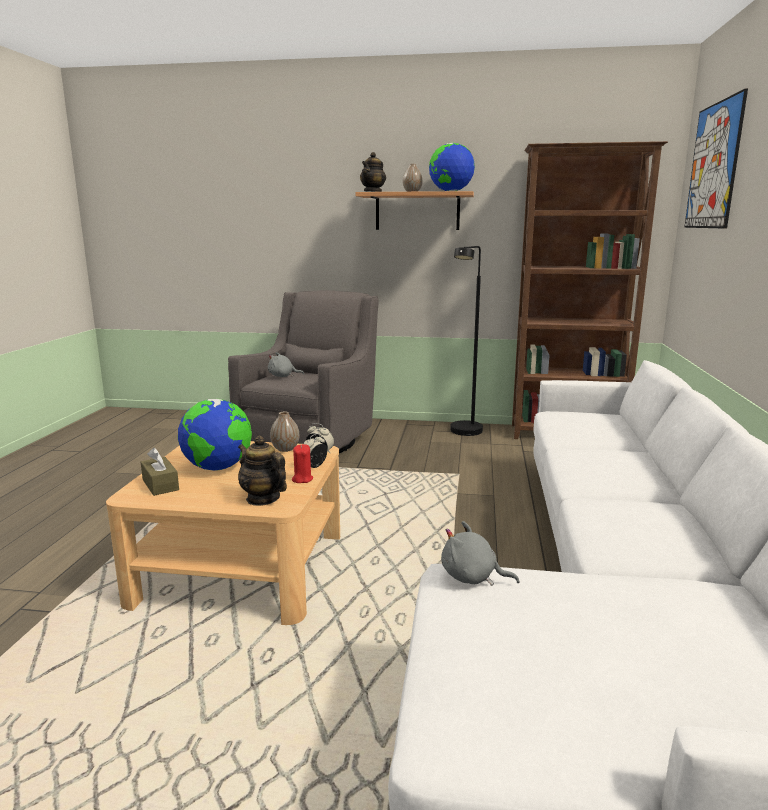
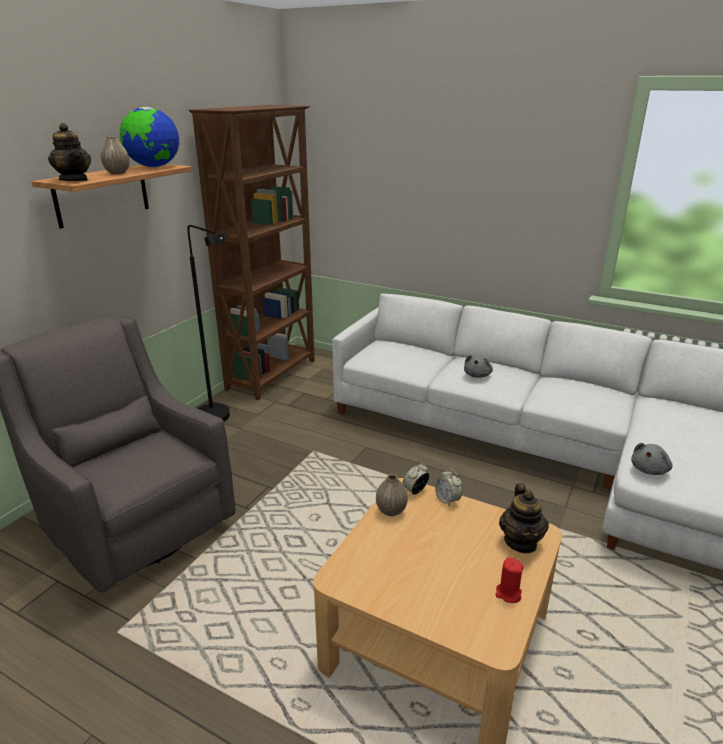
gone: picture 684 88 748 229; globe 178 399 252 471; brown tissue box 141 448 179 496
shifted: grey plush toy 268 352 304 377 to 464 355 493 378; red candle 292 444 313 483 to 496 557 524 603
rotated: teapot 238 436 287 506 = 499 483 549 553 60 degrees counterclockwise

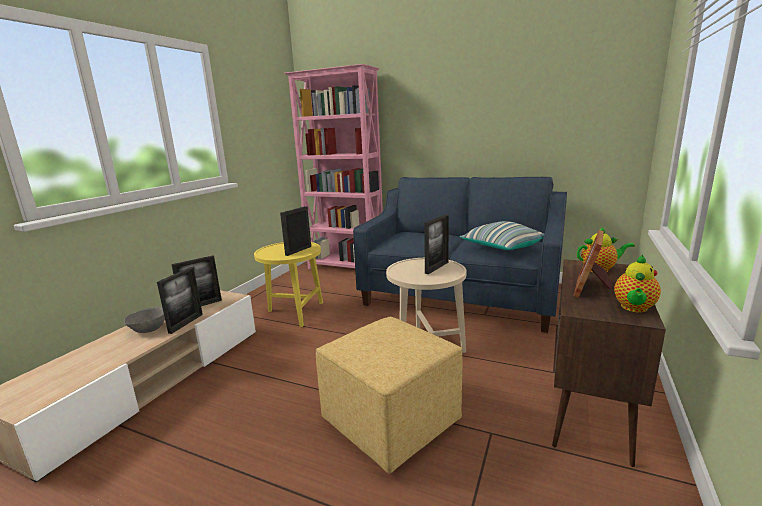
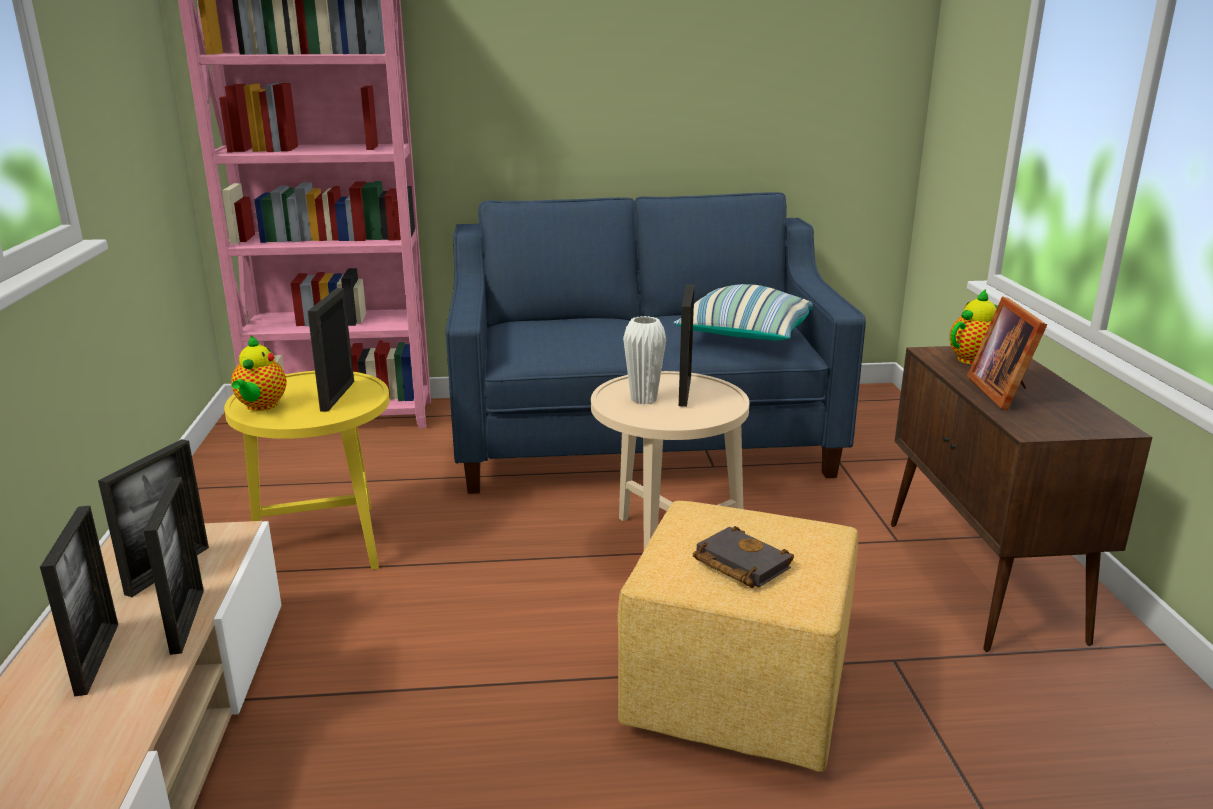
new: white vase 623 316 666 404; black book 693 526 794 588
shifted: teapot 614 255 661 313 to 231 336 286 411
swapped: grey bowl 124 307 165 333 to picture frame 40 506 118 697

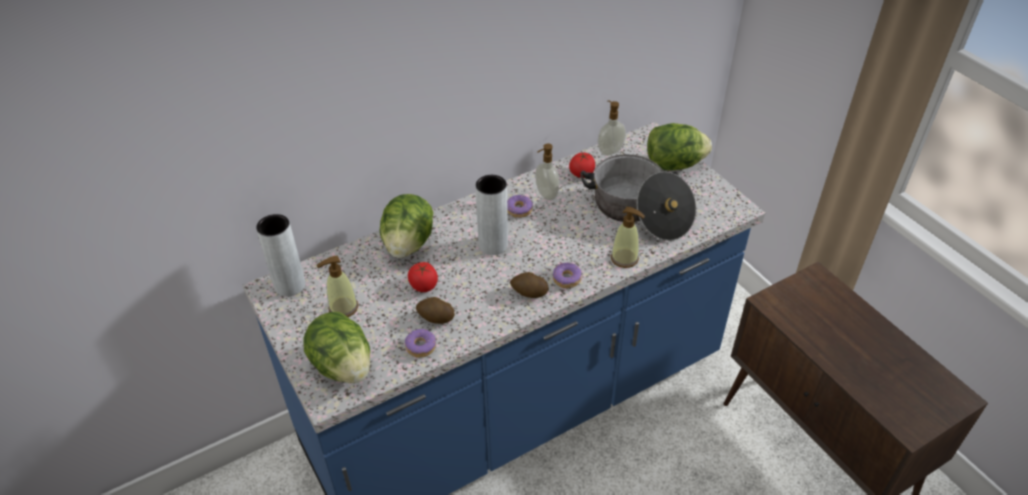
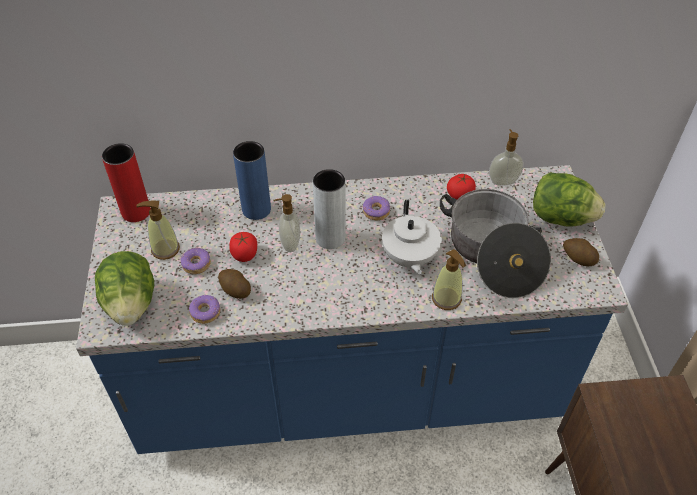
new: white teapot 382 200 442 275
shifted: soap dispenser 535 144 559 201 to 273 194 300 252; donut 553 263 582 288 to 181 247 211 274; potato 510 272 549 298 to 563 238 599 266
swapped: lettuce 379 194 433 258 to blue vase 233 141 271 220
repainted: grey vase 256 214 306 297 to red vase 102 143 151 222

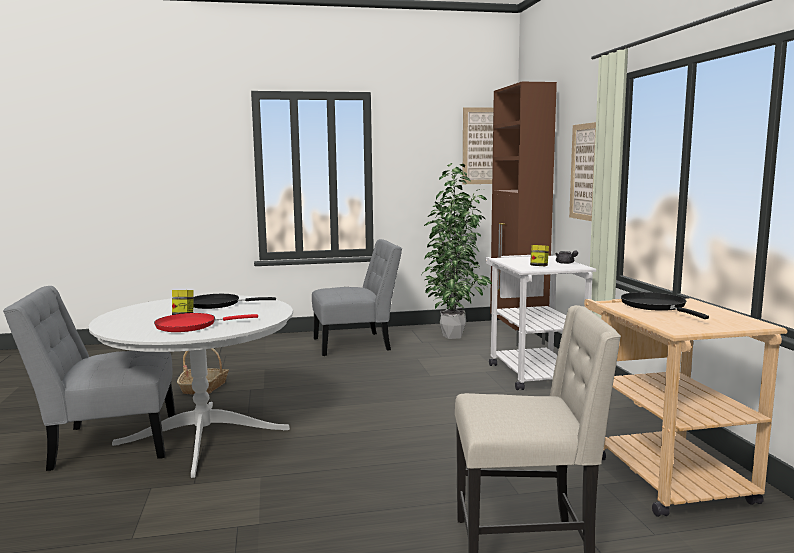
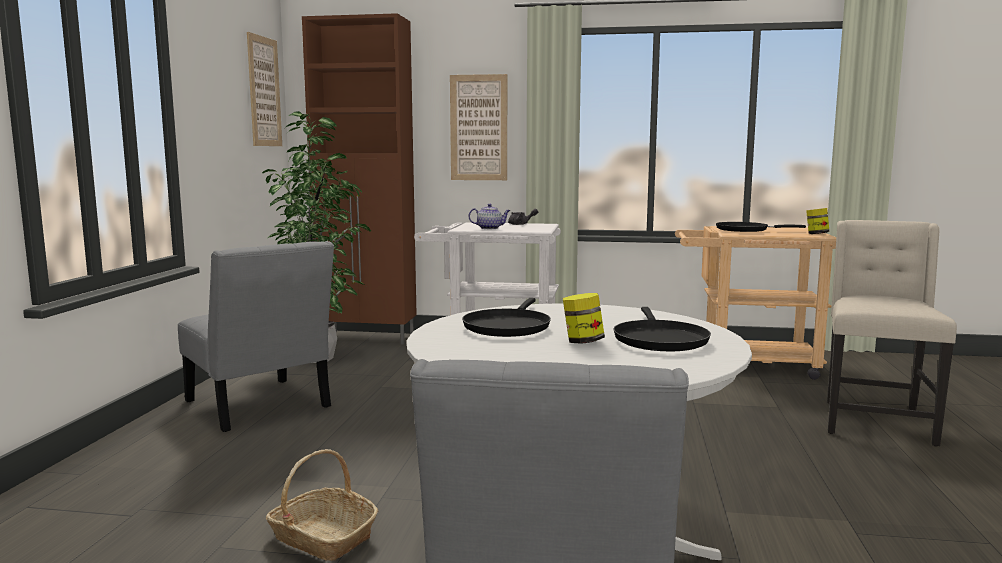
new: teapot 469 204 511 229
shifted: jar 530 245 549 266 to 806 208 829 234
repainted: red frying pan 154 313 258 332 to black frying pan 614 307 711 351
rotated: grey chair 312 239 402 356 = 178 241 334 432 135 degrees clockwise

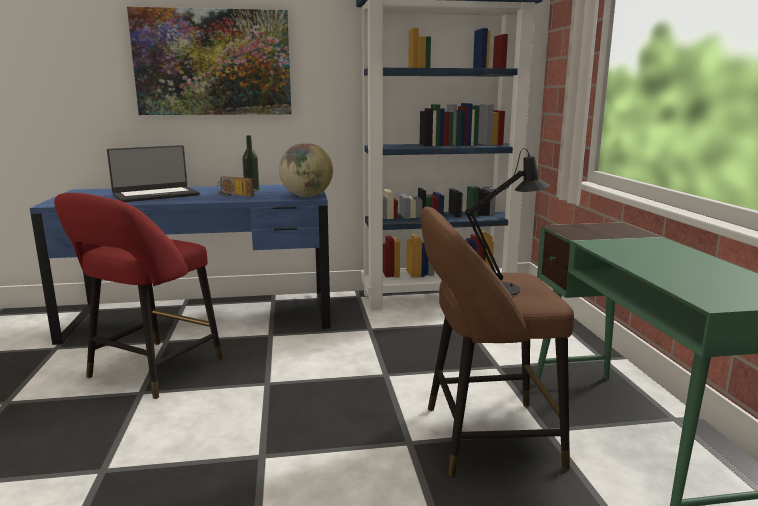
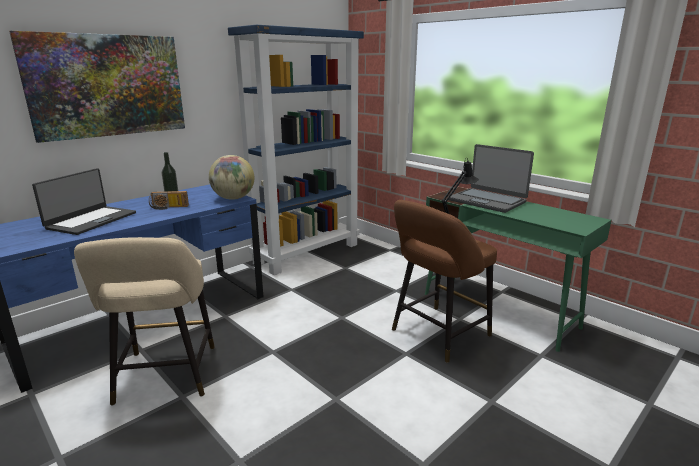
new: laptop 448 144 534 213
repainted: red stool 54 193 223 399 to beige stool 74 237 215 406

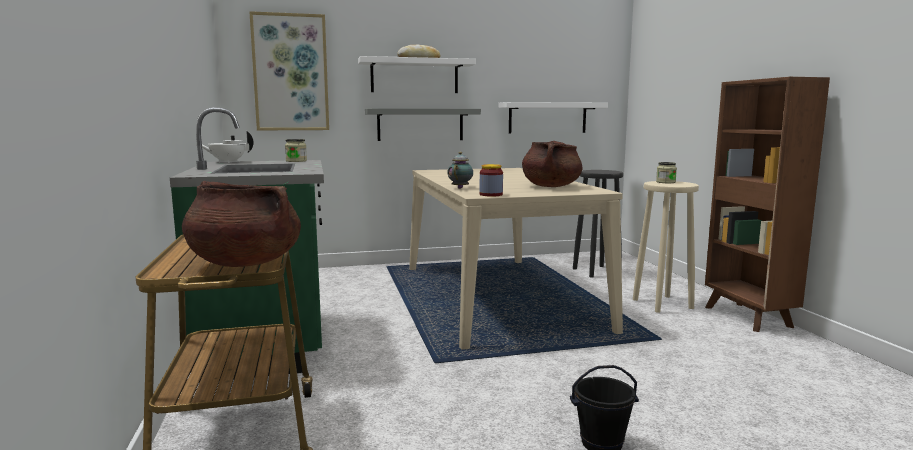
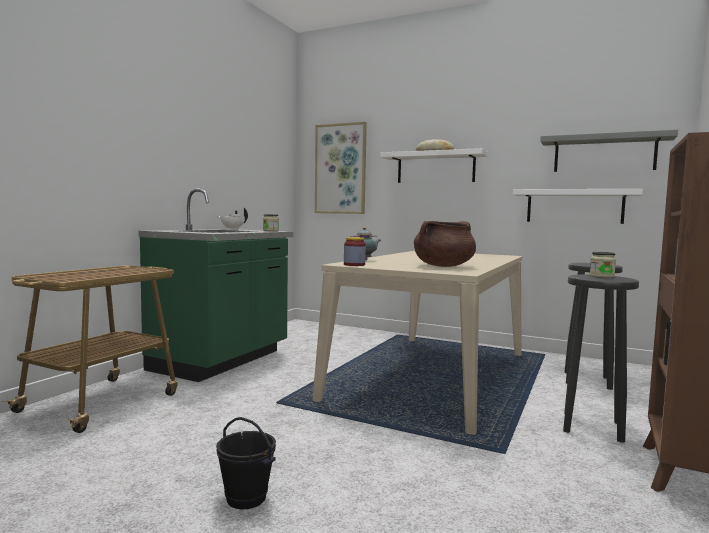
gone: brown cooking pot 182 181 301 267
shifted: grey shelf 365 108 481 141 to 540 129 678 172
repainted: beige stool 633 181 699 313 to black stool 563 274 639 443

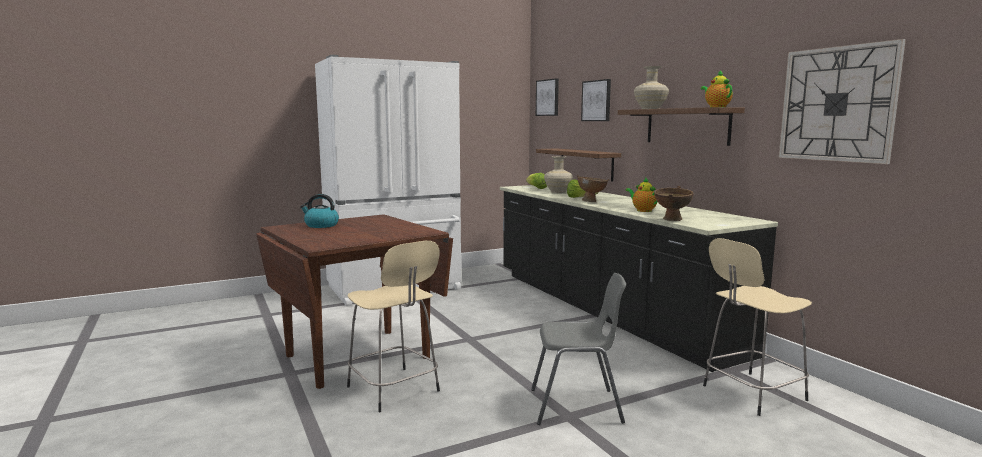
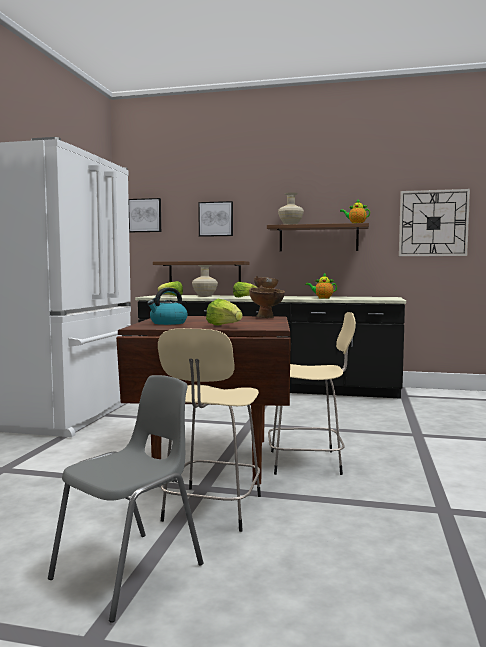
new: lettuce 206 299 243 326
shifted: brown bowl 654 186 693 221 to 249 286 285 318; beige stool 703 238 812 416 to 158 328 261 532; grey chair 531 273 626 425 to 48 375 203 623

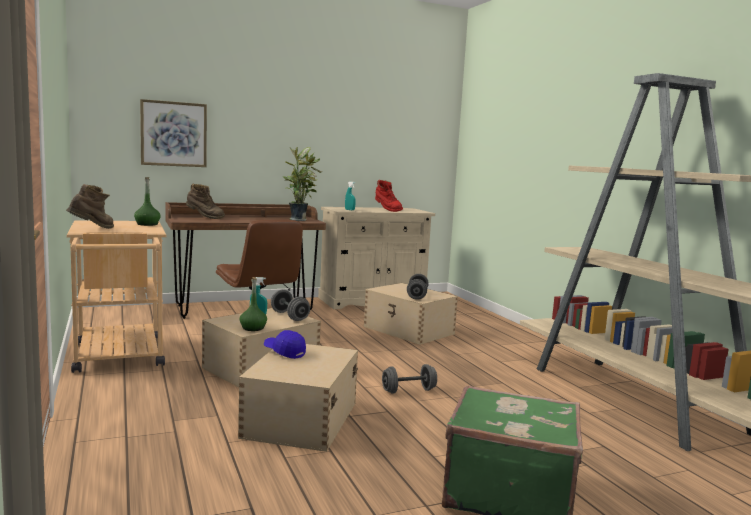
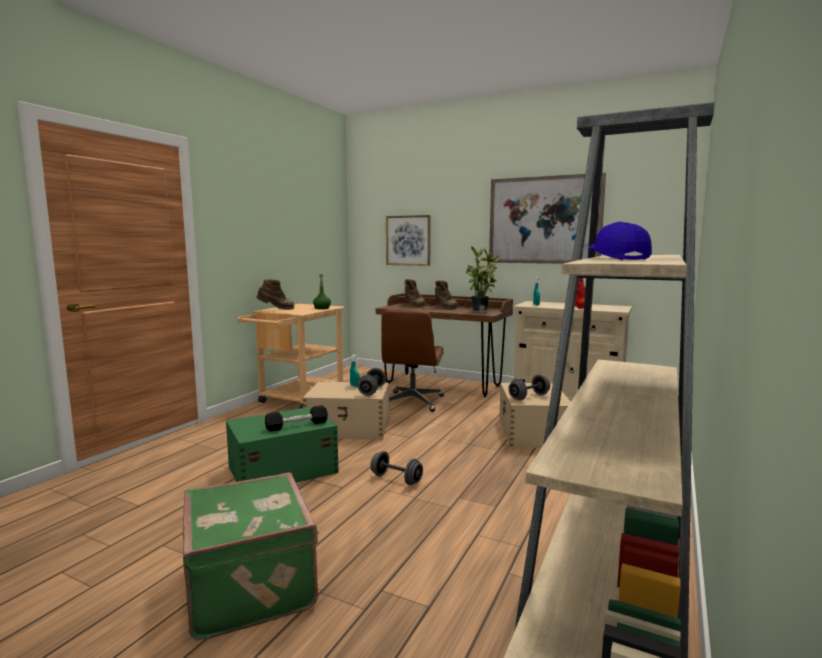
gone: green bottle 240 277 267 331
new: picture 489 173 606 264; brown boot 435 280 459 310; black dumbbell 265 405 328 432
shifted: blue cap 264 330 306 359 to 587 222 652 260
repainted: beige storage box 238 344 358 452 to green storage box 226 406 339 483

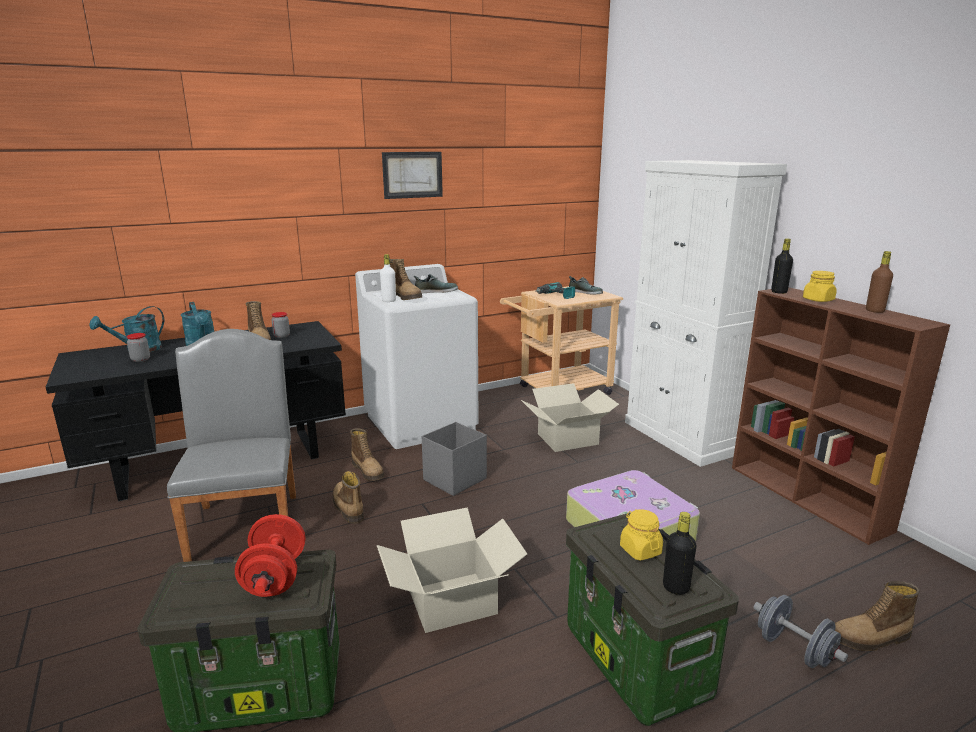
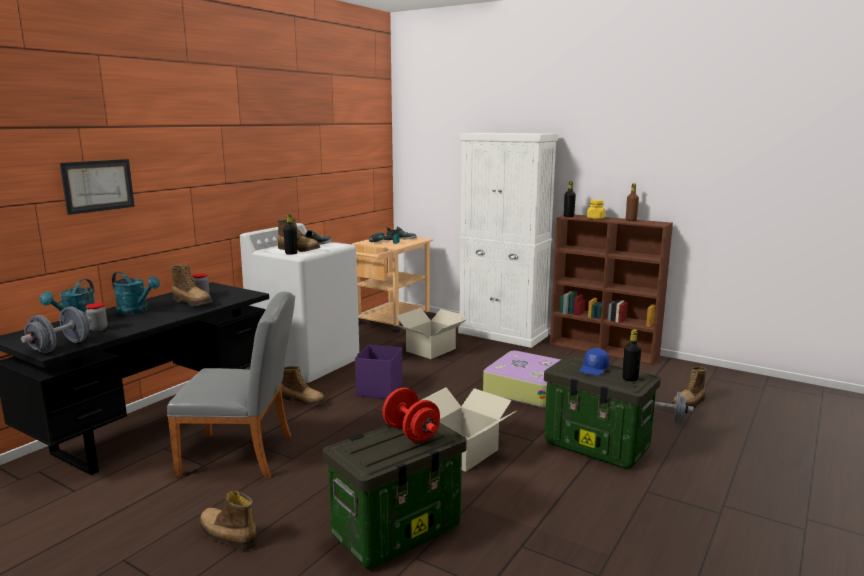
new: grey dumbbell 21 306 92 353
shifted: picture 382 152 443 199 to 60 159 135 215; boot 333 471 364 524 to 199 491 258 551
swapped: yellow jar 620 509 663 561 to blue cap 580 348 609 376
repainted: white bottle 380 254 396 302 to black bottle 283 214 298 255; grey storage box 422 422 487 496 to purple storage box 355 345 403 399
rotated: grey chair 167 329 296 562 = 167 292 295 479 135 degrees clockwise

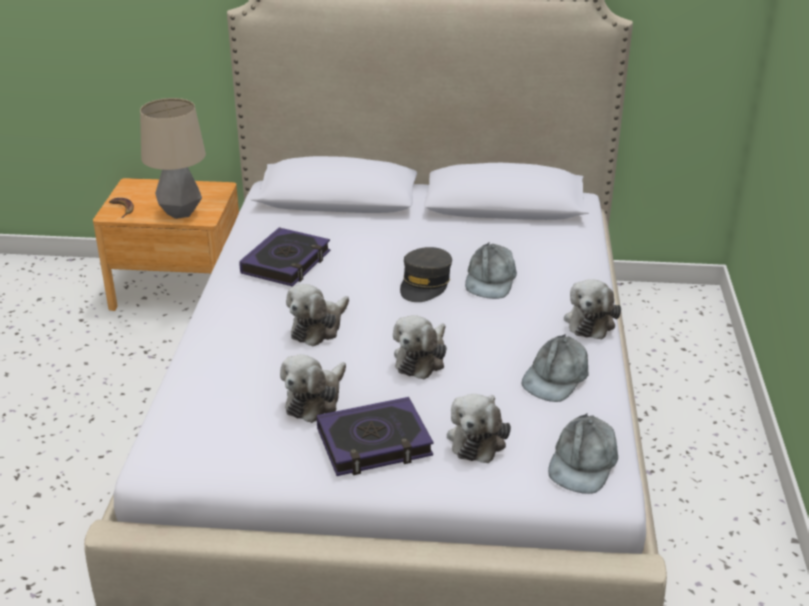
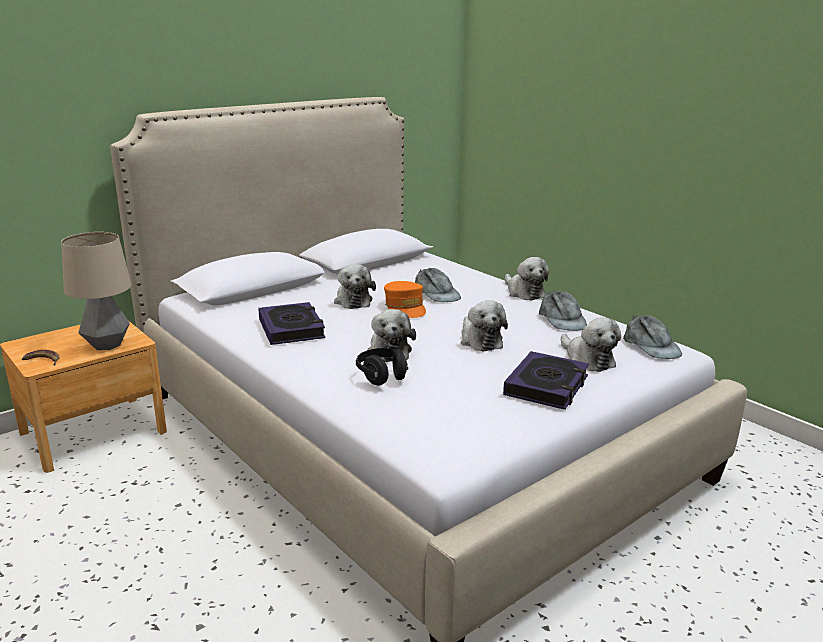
new: black headphones 356 348 408 385
shifted: plush toy 280 354 346 423 to 334 264 376 309
repainted: grey cap 400 247 452 302 to orange cap 384 281 426 318

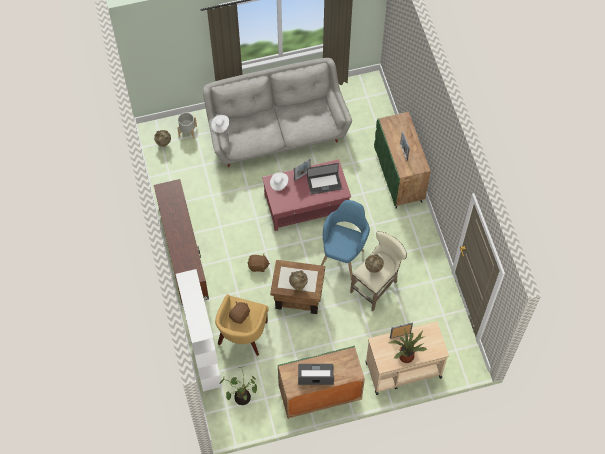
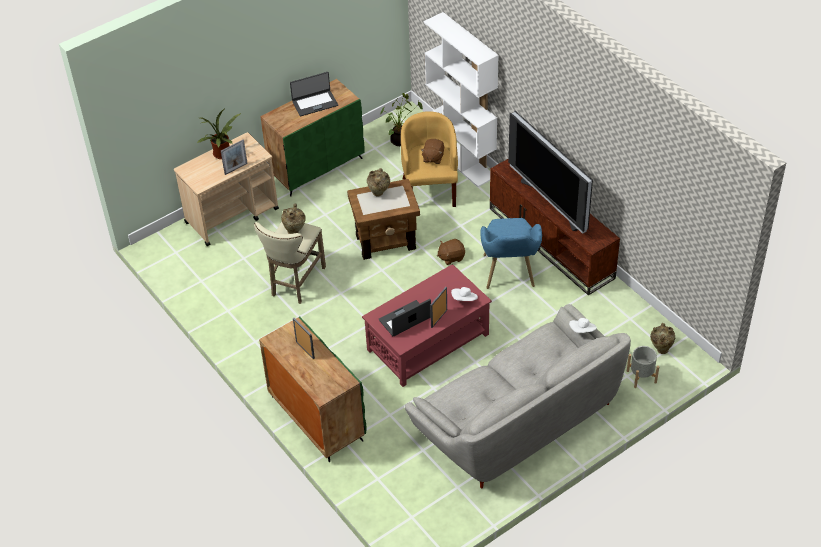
new: television 508 111 593 234
shifted: blue armchair 321 200 370 280 to 480 218 542 289

